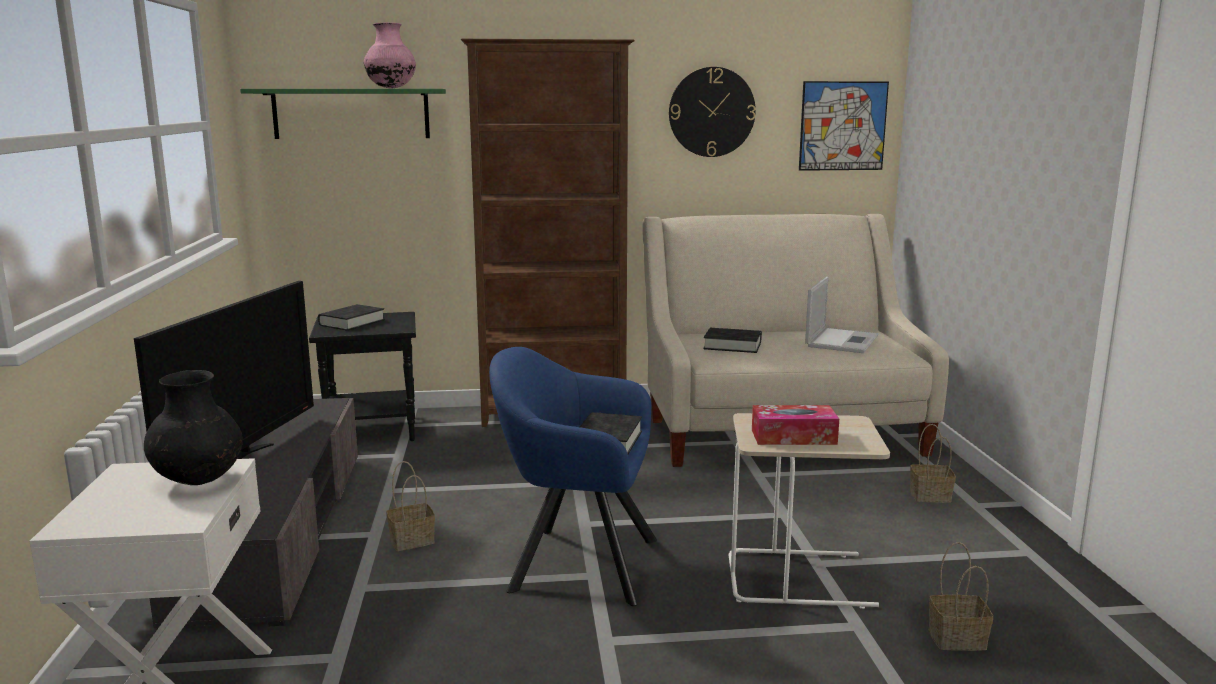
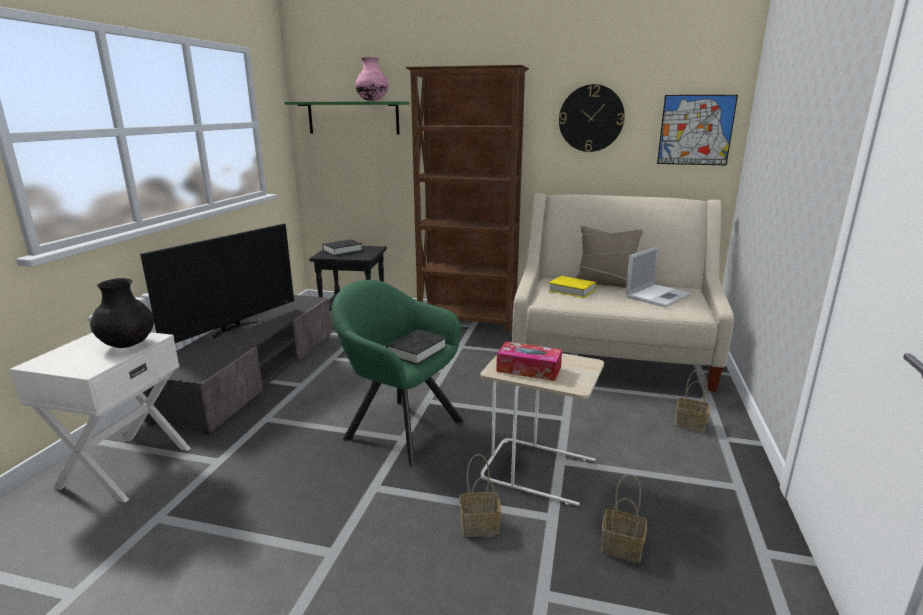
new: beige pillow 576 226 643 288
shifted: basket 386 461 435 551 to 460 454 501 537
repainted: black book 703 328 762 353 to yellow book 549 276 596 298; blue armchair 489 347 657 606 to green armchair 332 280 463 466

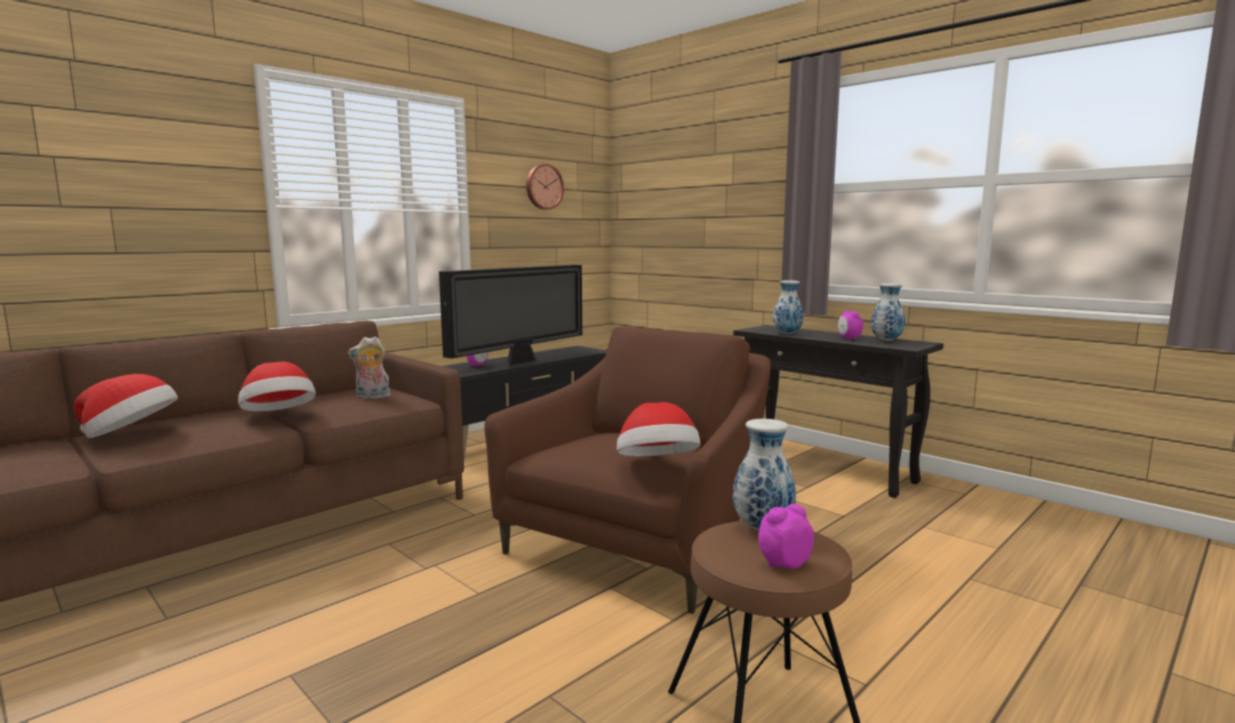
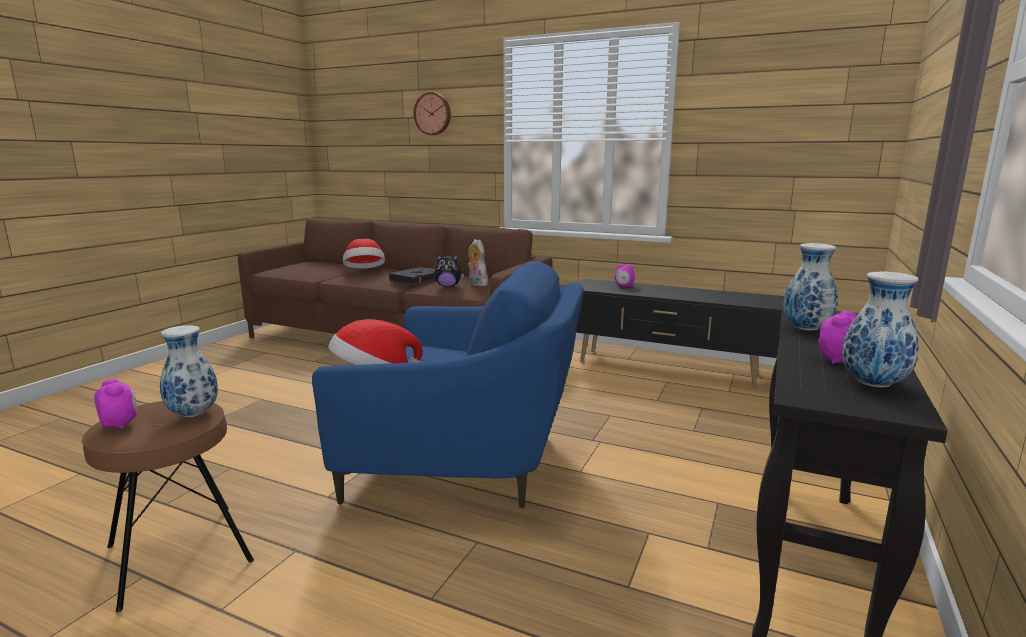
gone: television 439 265 582 367
new: plush toy 435 254 464 287
shifted: wall clock 526 164 564 210 to 414 92 451 135
swapped: hat 238 362 316 412 to book 389 267 437 285
repainted: brown armchair 484 327 771 614 to blue armchair 312 261 584 508

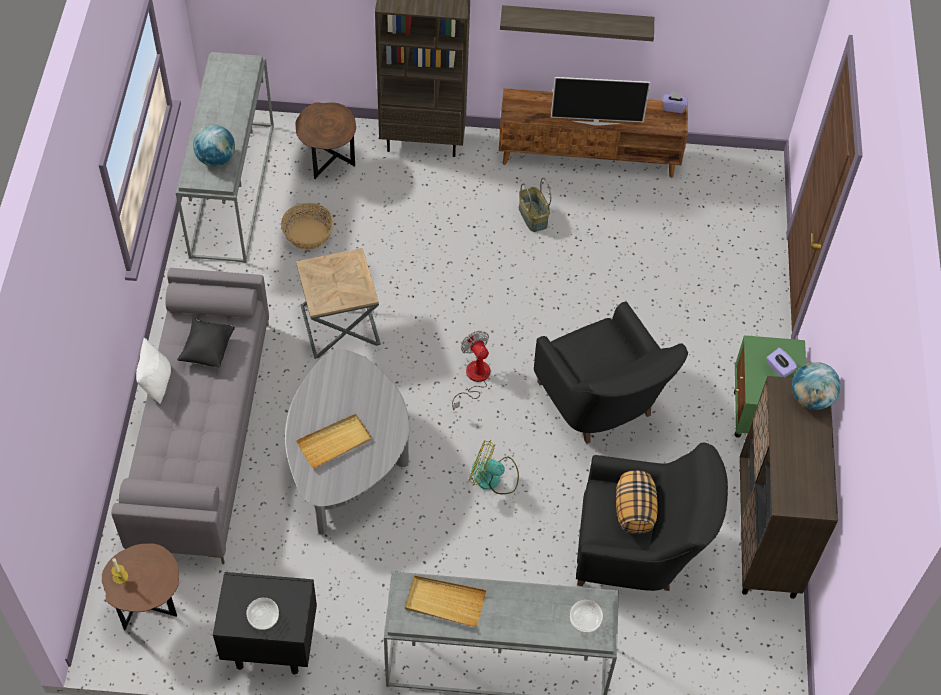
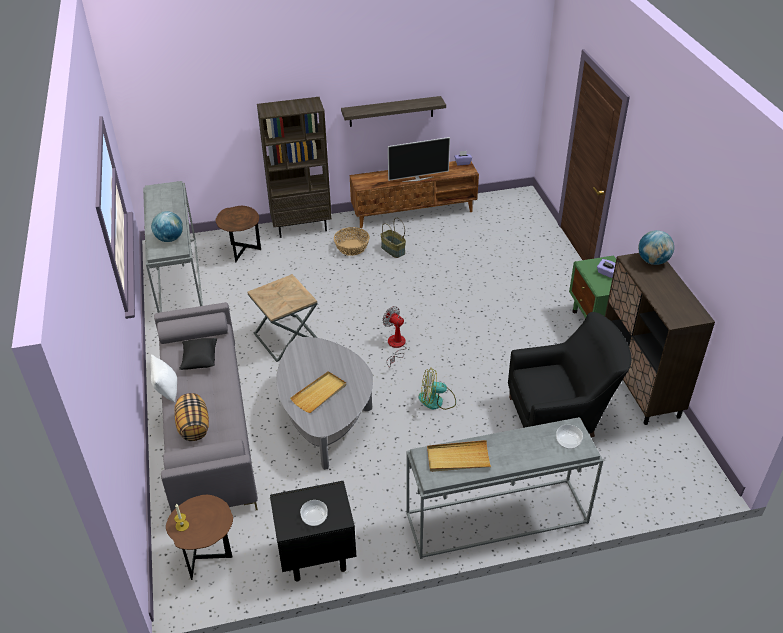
gone: black armchair 534 301 688 444
shifted: basket 281 203 334 250 to 334 227 369 256; pillow 616 470 658 534 to 174 393 209 441

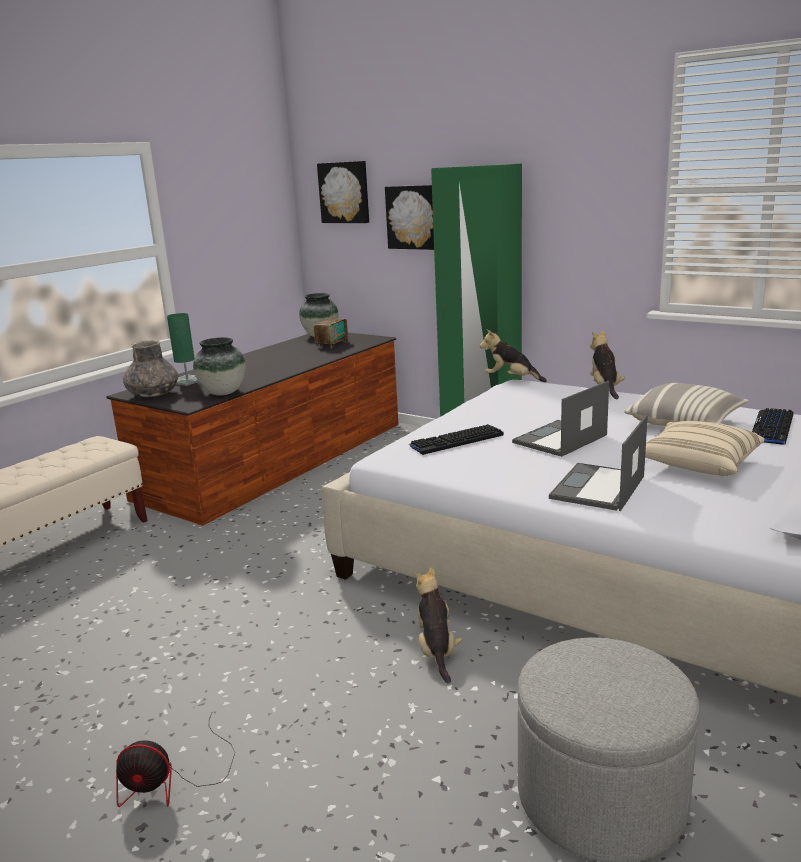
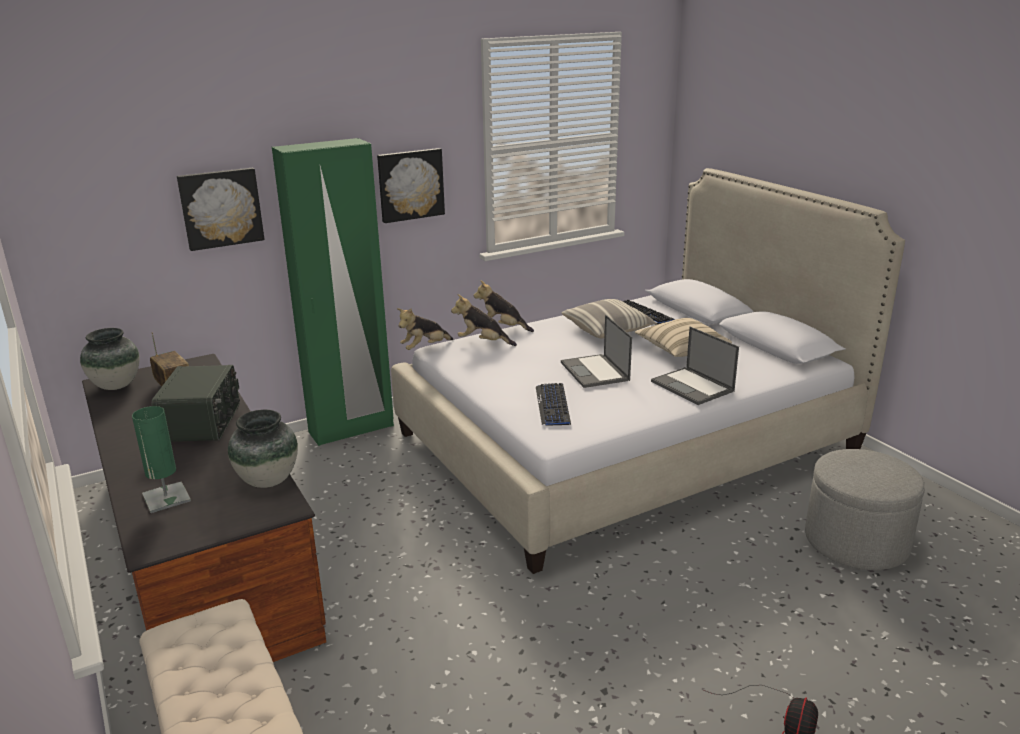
gone: grey vase 123 340 178 397
new: radio 151 365 240 442
shifted: picture 317 161 369 223 to 377 148 445 223; plush toy 415 567 462 684 to 451 294 517 346

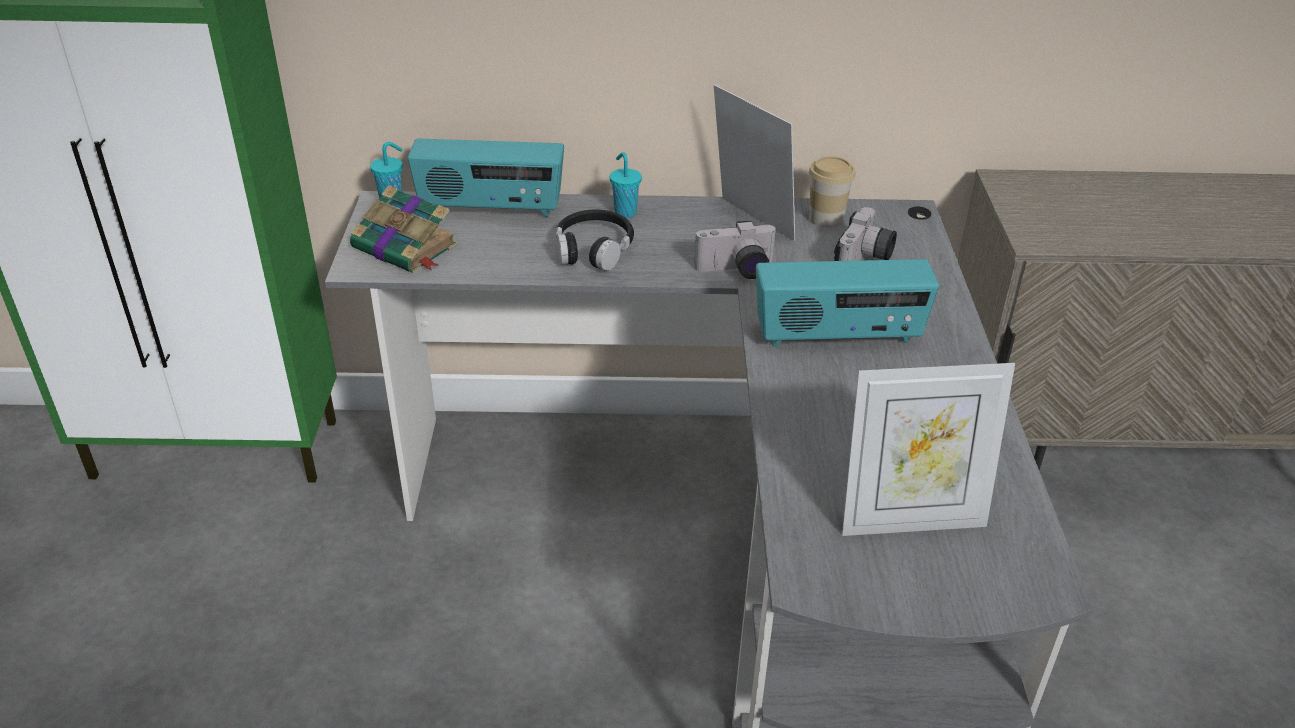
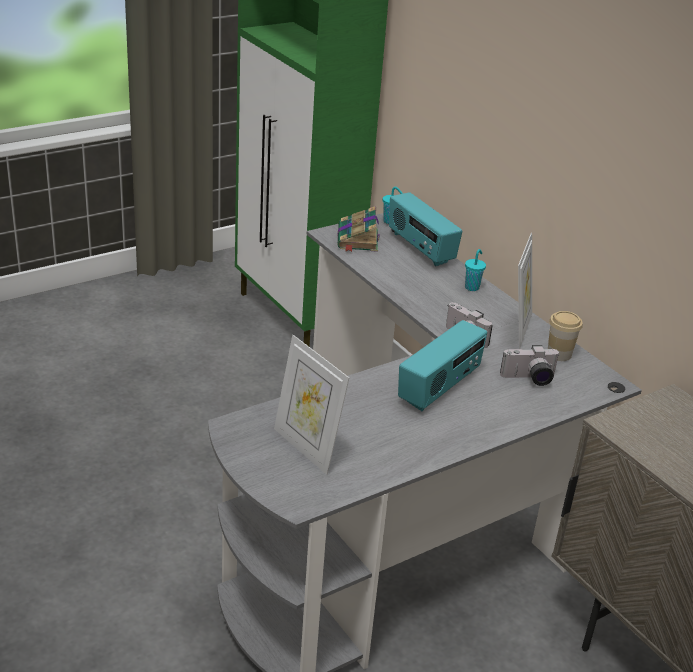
gone: black headphones 556 209 634 271
rotated: radio 756 259 939 347 = 398 320 487 411 105 degrees counterclockwise

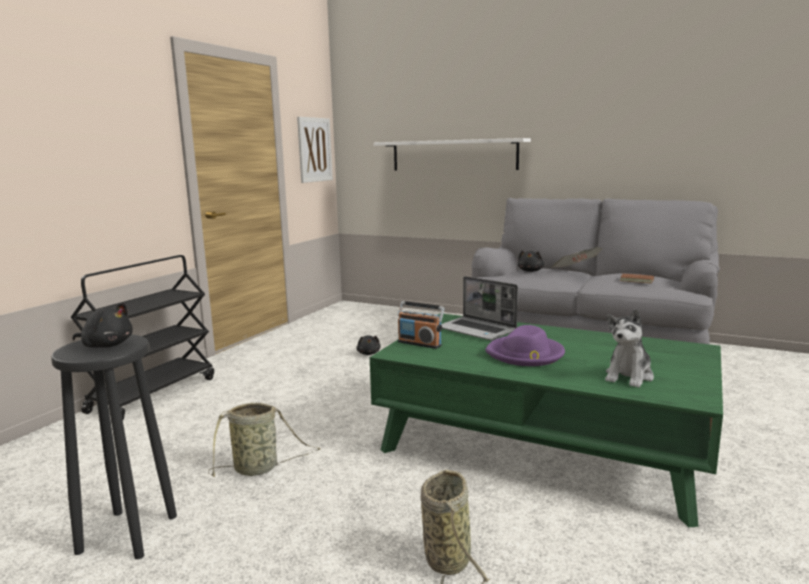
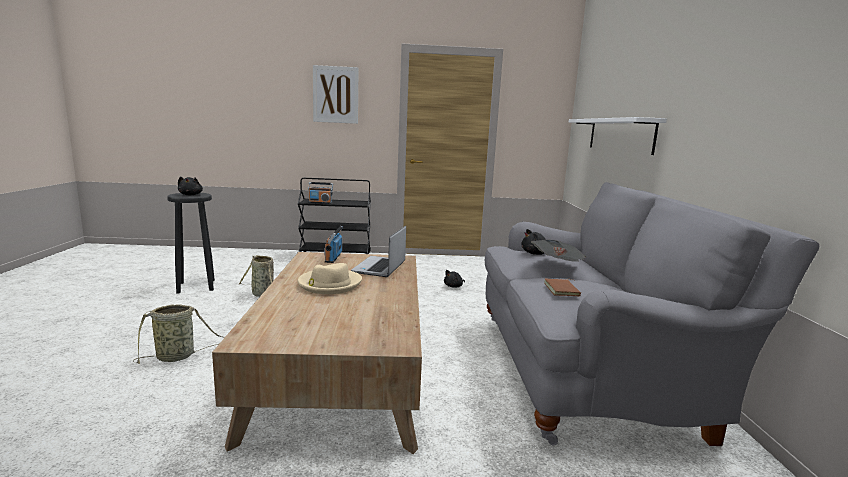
gone: plush toy 605 309 654 388
new: radio 308 182 333 204
shifted: picture 297 117 333 183 to 313 65 359 124
repainted: green coffee table 370 314 723 527 to brown coffee table 212 252 422 454; purple hat 485 325 565 366 to beige hat 298 263 362 294

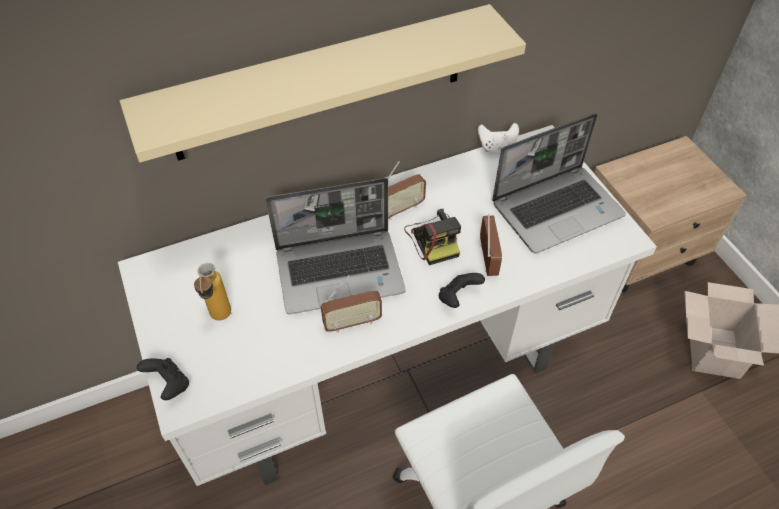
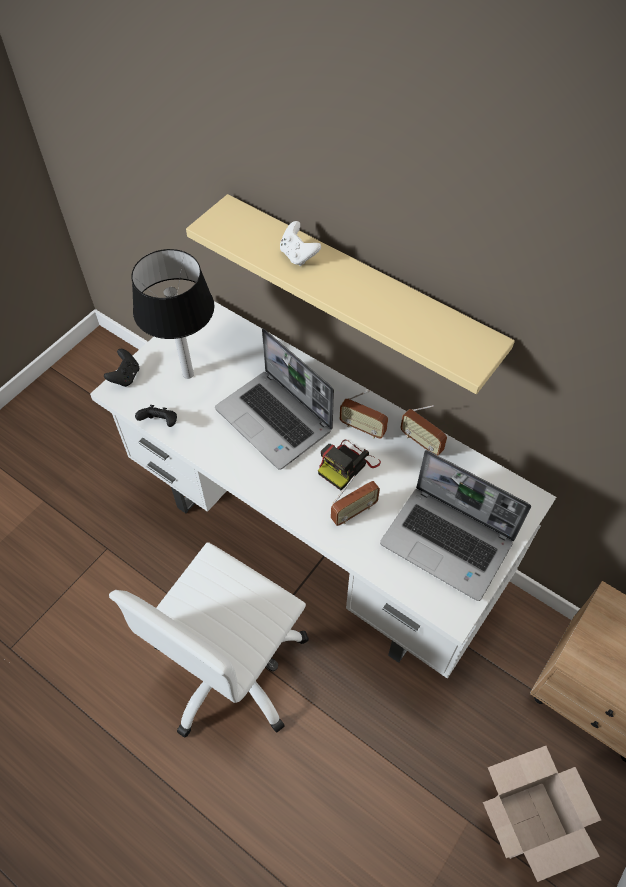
shifted: white game controller 478 123 519 153 to 280 221 321 266; black game controller 439 273 485 308 to 135 405 177 427; radio 321 275 382 333 to 400 405 447 455
swapped: bottle 194 263 231 321 to table lamp 132 249 214 379

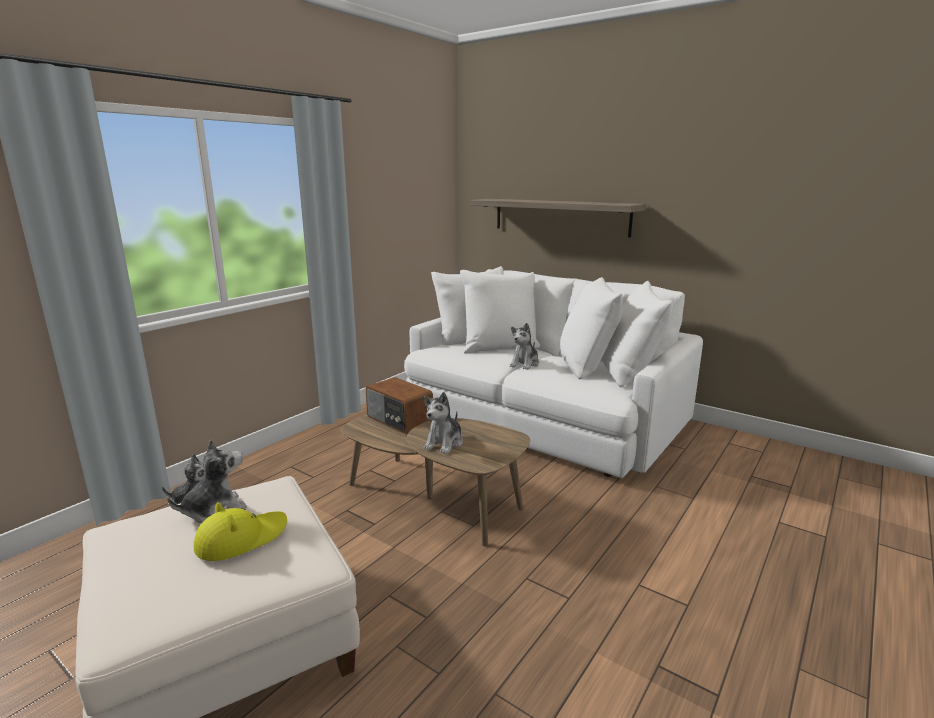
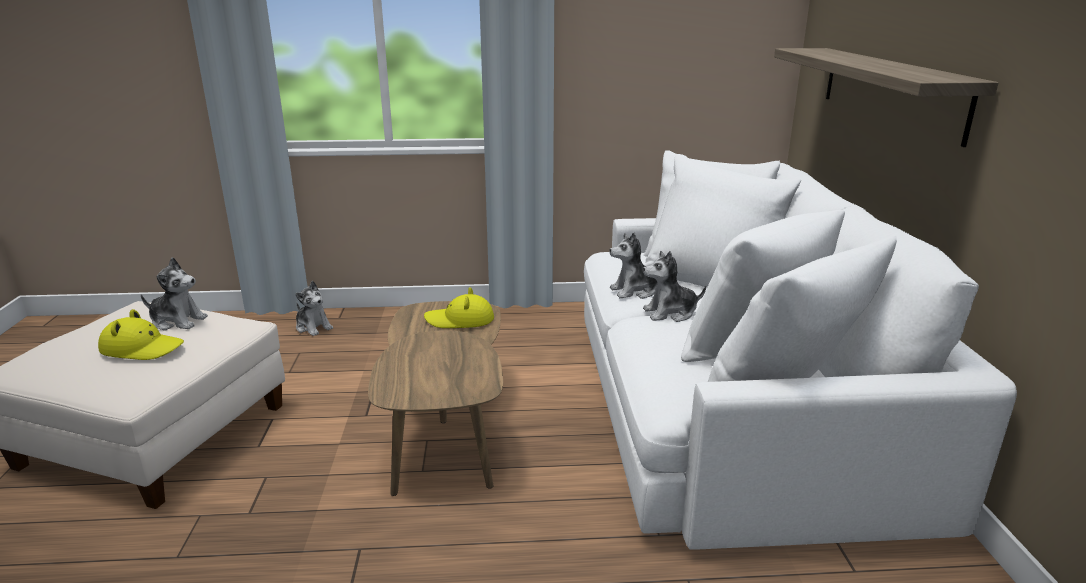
shifted: plush toy 424 392 463 454 to 609 232 657 299
swapped: radio 366 377 433 434 to yellow hat 424 287 494 328

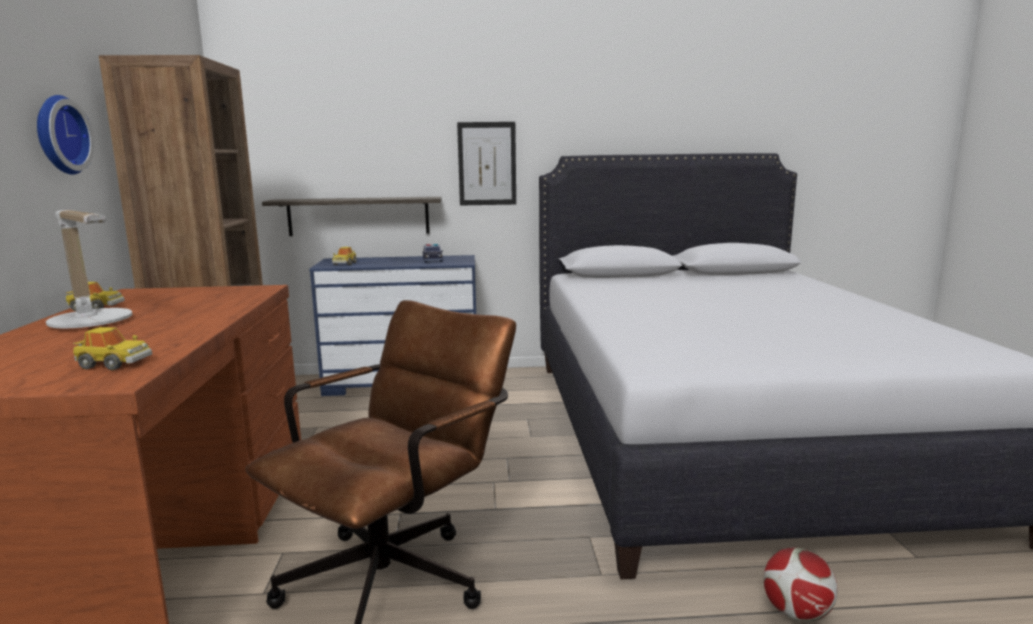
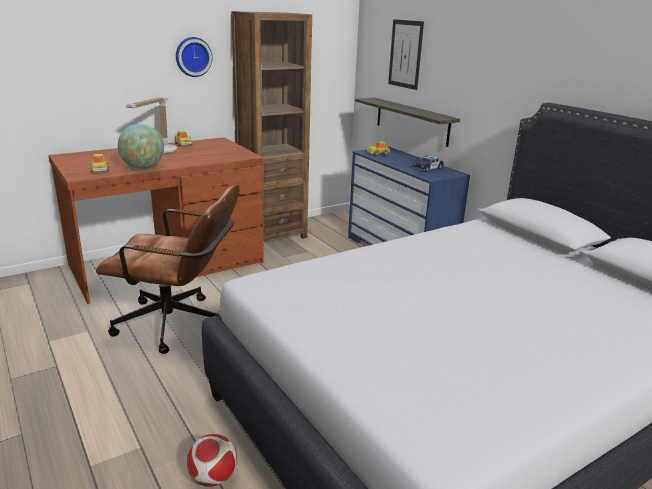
new: globe 118 124 164 169
shifted: picture 457 122 516 206 to 388 19 424 90

